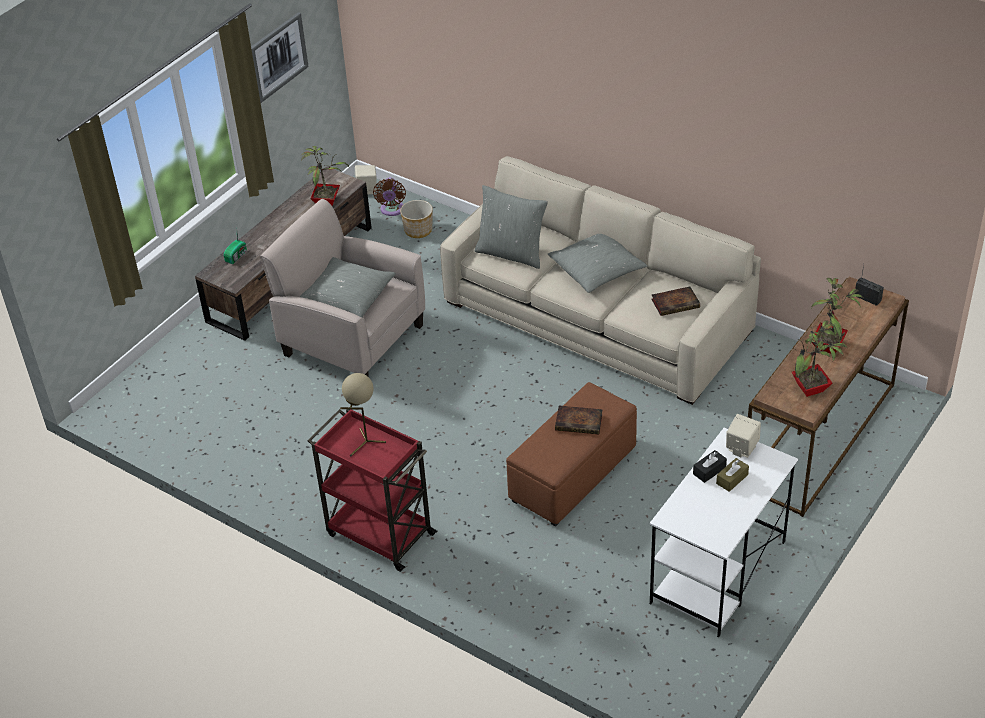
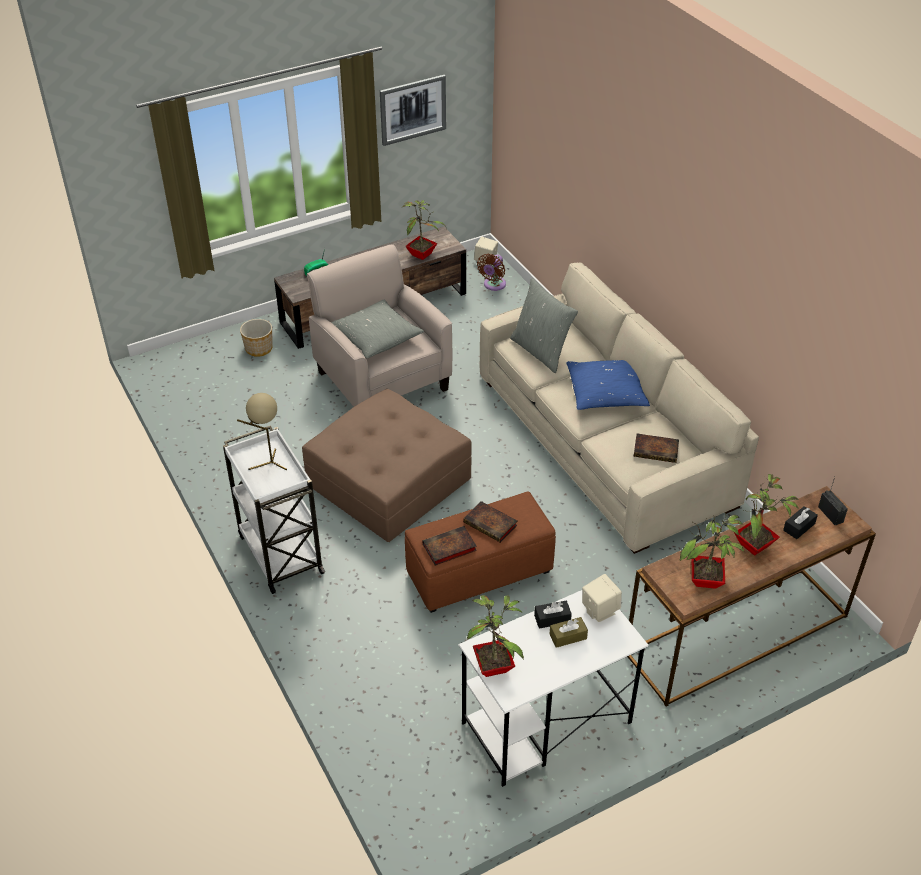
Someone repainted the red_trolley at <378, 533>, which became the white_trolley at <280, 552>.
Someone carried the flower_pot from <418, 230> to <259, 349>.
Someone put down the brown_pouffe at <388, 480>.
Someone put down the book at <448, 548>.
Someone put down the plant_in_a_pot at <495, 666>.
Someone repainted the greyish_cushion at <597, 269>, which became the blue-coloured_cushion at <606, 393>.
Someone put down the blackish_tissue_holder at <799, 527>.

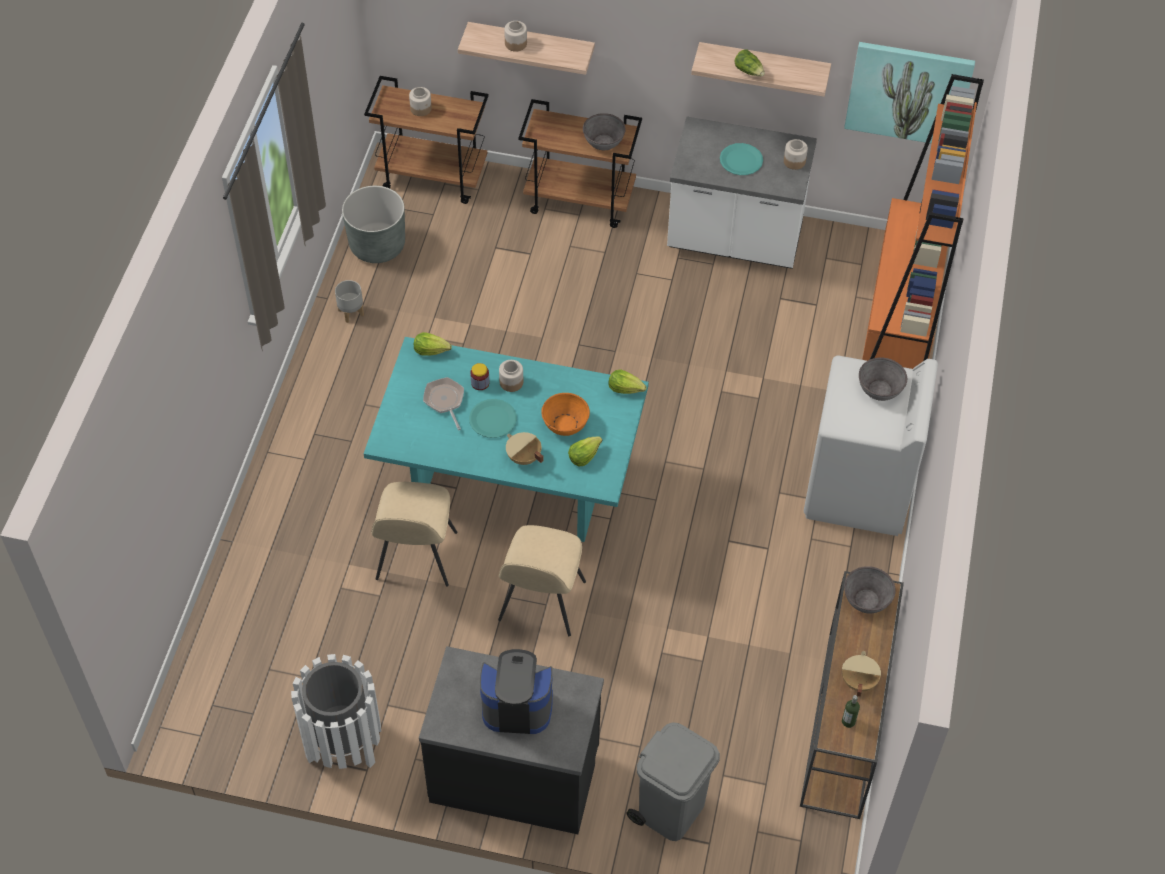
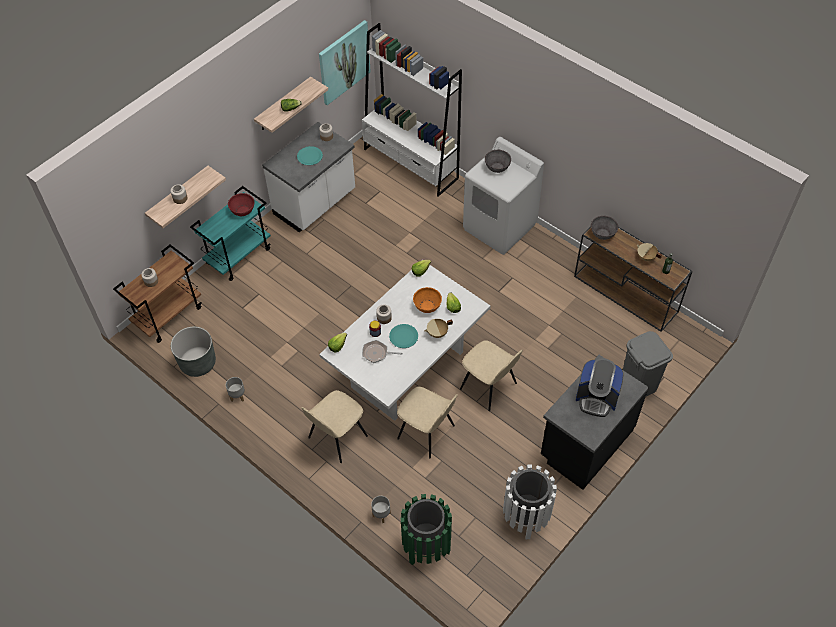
Someone repainted the brown_trolley at <580, 200>, which became the turquoise-coloured_trolley at <239, 256>.
Someone repainted the greyish_deep_dish at <603, 142>, which became the red_deep_dish at <242, 211>.
Someone put down the beige_plain_chair at <336, 438>.
Someone repainted the turquoise-coloured_kitchen_table at <509, 486>, which became the white_kitchen_table at <407, 370>.
Someone repainted the orange-coloured_bookshelf at <900, 319>, which became the white_bookshelf at <411, 164>.
Someone put down the greyish_flower_pot at <381, 515>.
Someone put down the greenish_rubbish_bin at <426, 546>.
Someone rotated the coffee_brewer at <517, 705> by 105 degrees counterclockwise.

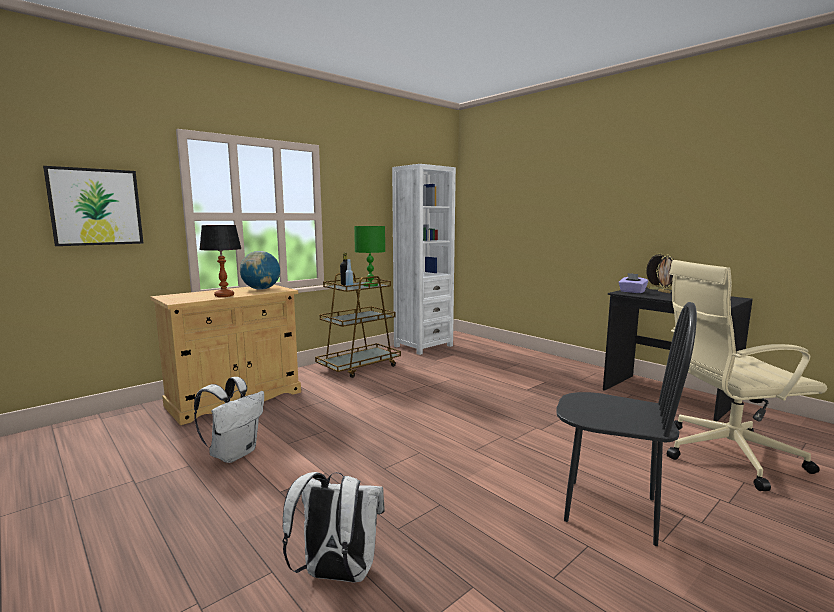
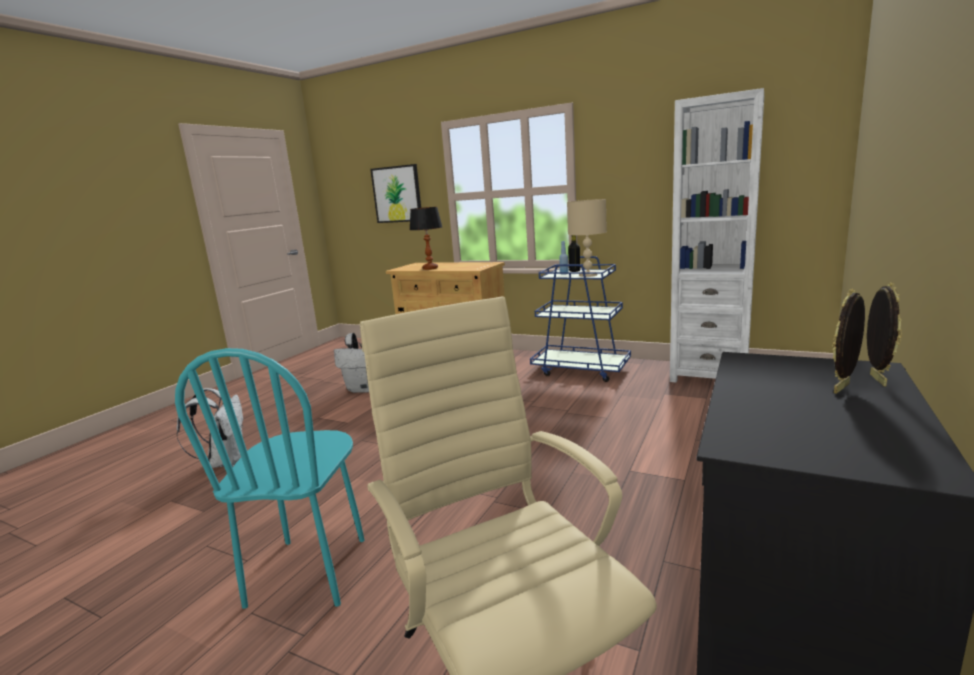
Someone repainted the blackish_plain_chair at <610, 510>, which became the turquoise-coloured_plain_chair at <309, 571>.
Someone repainted the brown_trolley at <359, 367>, which became the blue-coloured_trolley at <581, 370>.
Someone repainted the greenish_lamp_for_a_table at <371, 285>, which became the beige_lamp_for_a_table at <588, 275>.
Someone took away the globe at <261, 289>.
Someone took away the purplish_tissue_holder at <632, 292>.

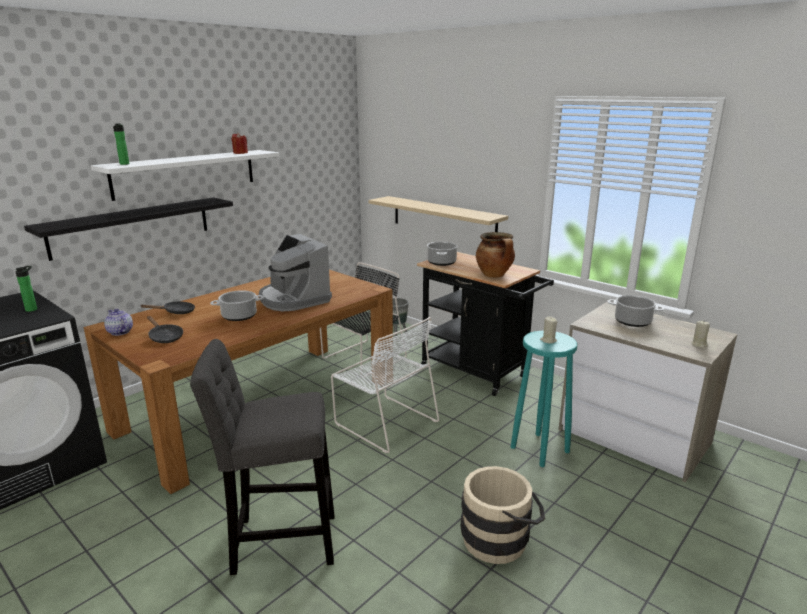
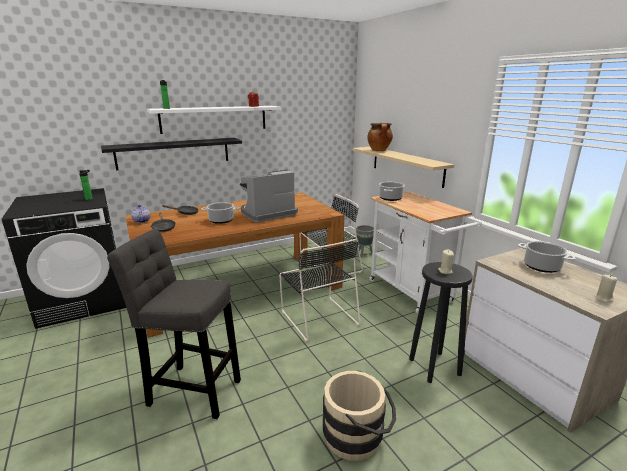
Someone rotated the coffee_brewer at <293, 299> by 75 degrees clockwise.
Someone repainted the white_plain_chair at <384, 421>, which became the blackish_plain_chair at <318, 316>.
Someone carried the stockpot from <495, 275> to <379, 150>.
Someone repainted the blackish_trolley at <478, 373>, which became the white_trolley at <414, 293>.
Someone repainted the turquoise-coloured_stool_seat at <539, 449>, which became the blackish_stool_seat at <434, 367>.

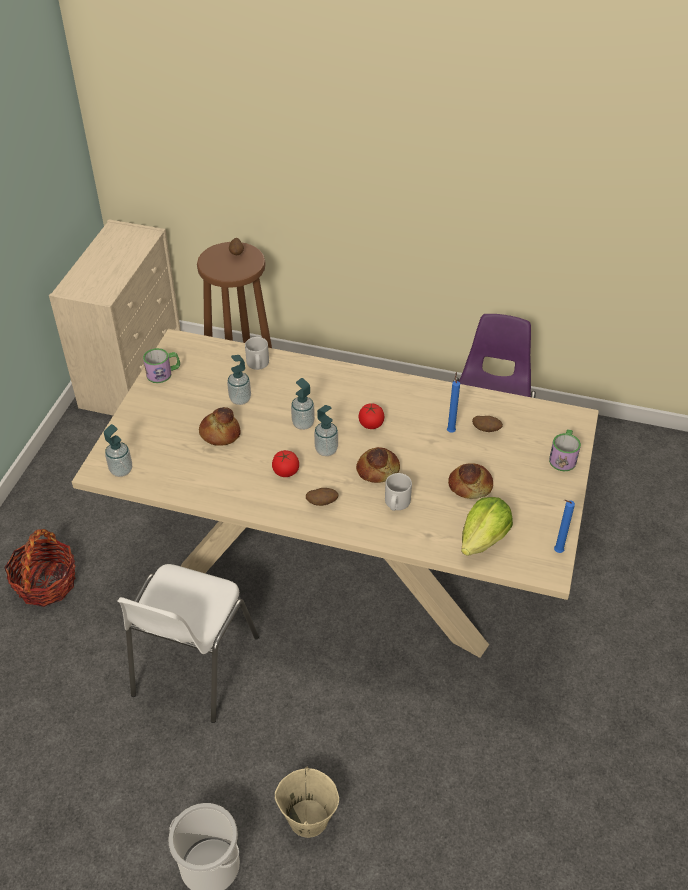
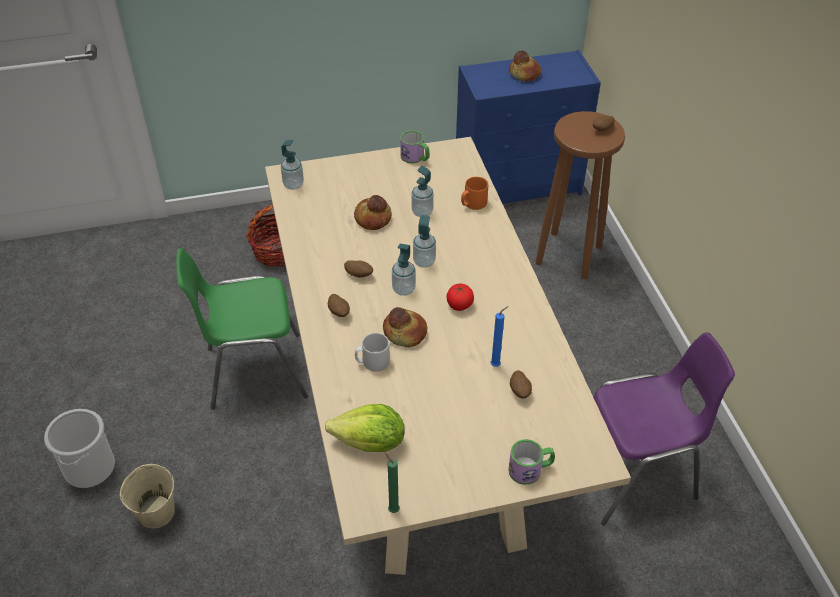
Someone repainted the white_plain_chair at <192, 668>, which became the greenish_plain_chair at <253, 371>.
Someone swapped the fresh_tomato at <286, 471> for the spud at <359, 275>.
Someone repainted the blue-coloured_wax_light at <556, 552>, which became the greenish_wax_light at <392, 509>.
Someone repainted the beige_dresser at <132, 372>, which became the blue-coloured_dresser at <519, 186>.
Someone repainted the greyish_coffee_mug at <258, 364>, which became the orange-coloured_coffee_mug at <473, 204>.
Someone carried the baked_bread from <470, 485> to <524, 73>.

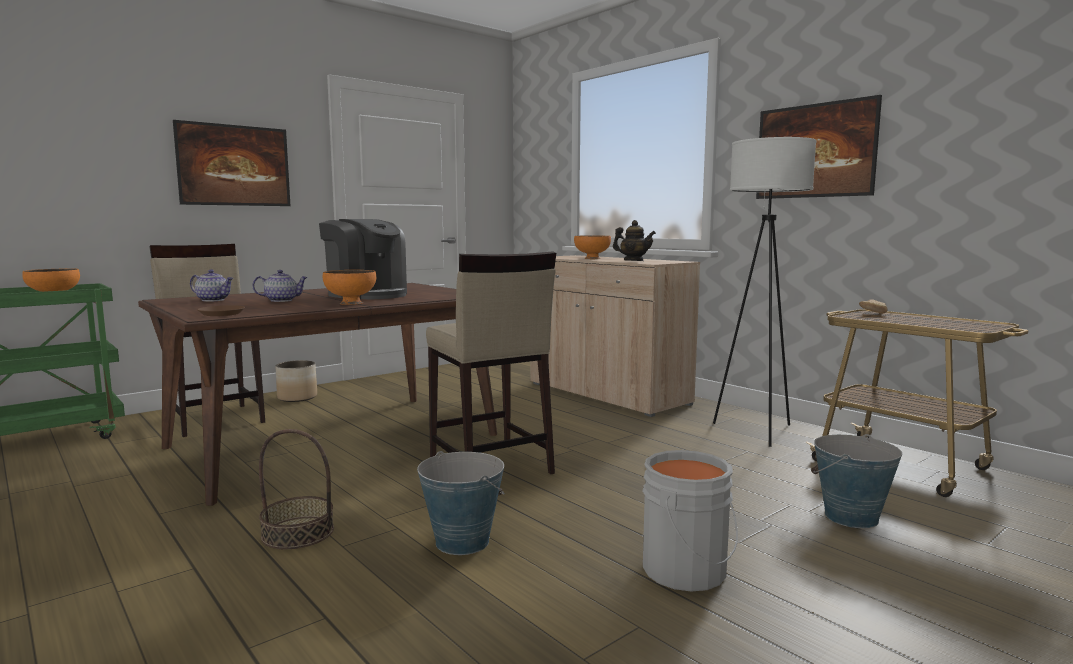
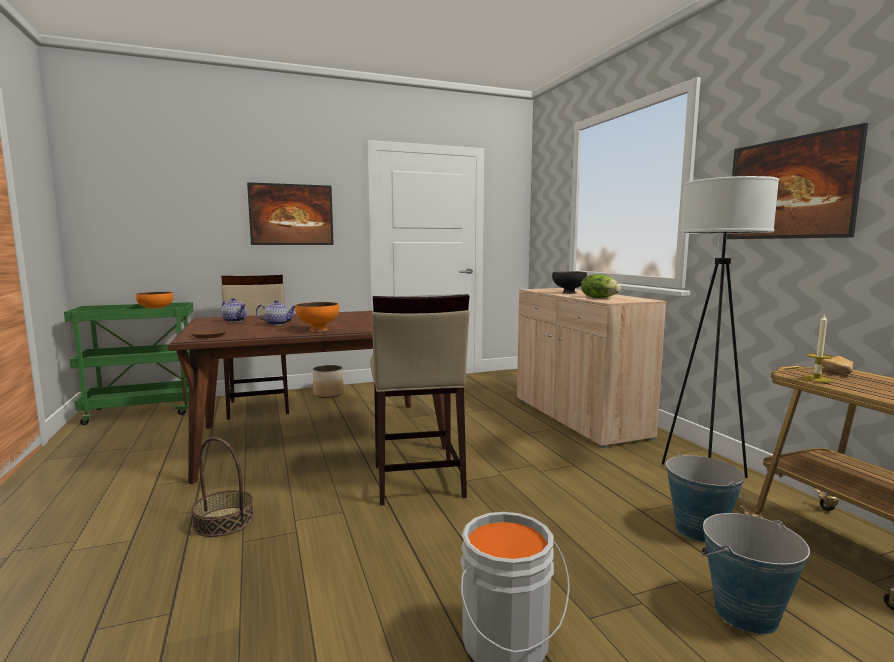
Someone repainted the orange-coloured_deep_dish at <592, 258>, which became the blackish_deep_dish at <568, 293>.
Someone swapped the pot_for_tea at <633, 261> for the lettuce at <599, 298>.
Someone carried the pail from <462, 541> to <698, 530>.
Someone put down the wax_light at <816, 379>.
Someone took away the coffee_brewer at <367, 295>.

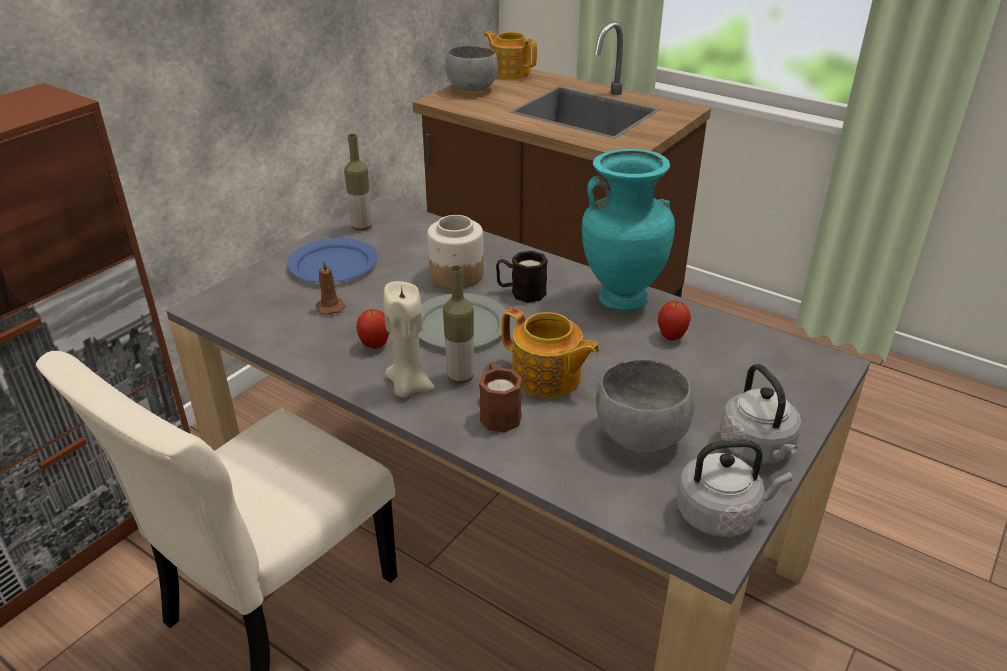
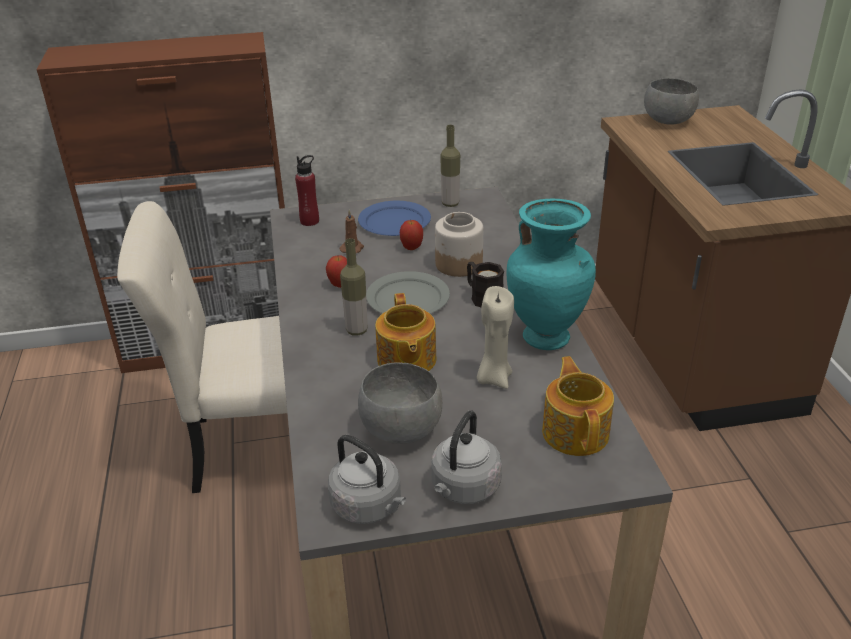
Someone put down the red_bottle at <309, 221>.
Someone carried the apple_fruit from <671, 337> to <411, 248>.
Someone carried the beige_wax_light from <408, 387> to <493, 378>.
Someone carried the pot_for_tea from <510, 72> to <576, 432>.
Someone took away the brown_coffee_mug at <498, 412>.

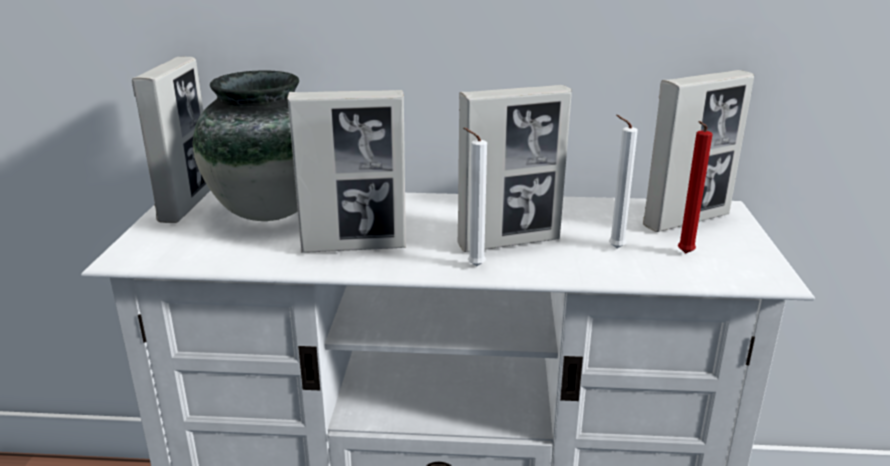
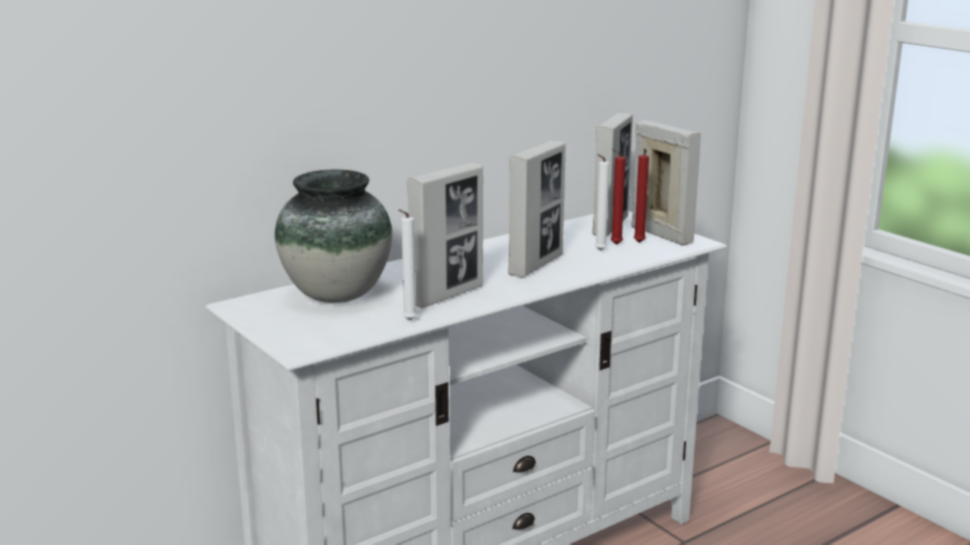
Someone carried the white_wax_light from <473, 266> to <408, 321>.
Someone put down the red_wax_light at <614, 245>.
Someone carried the picture_frame from <187, 204> to <661, 235>.

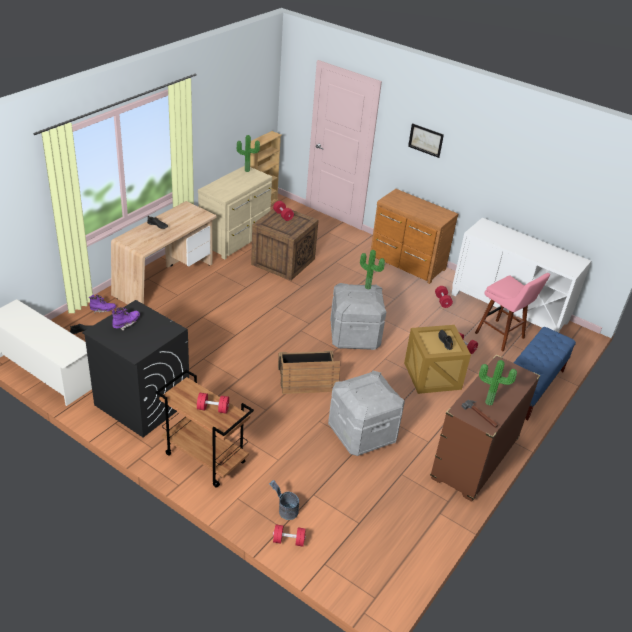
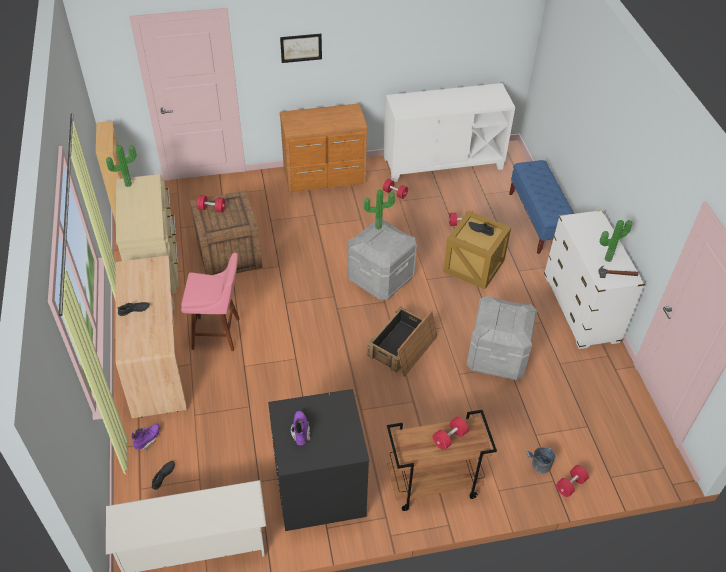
Someone carried the pinkish_stool_seat from <501, 336> to <219, 334>.
Someone repainted the brown_dresser at <474, 459>, which became the white_dresser at <580, 309>.

